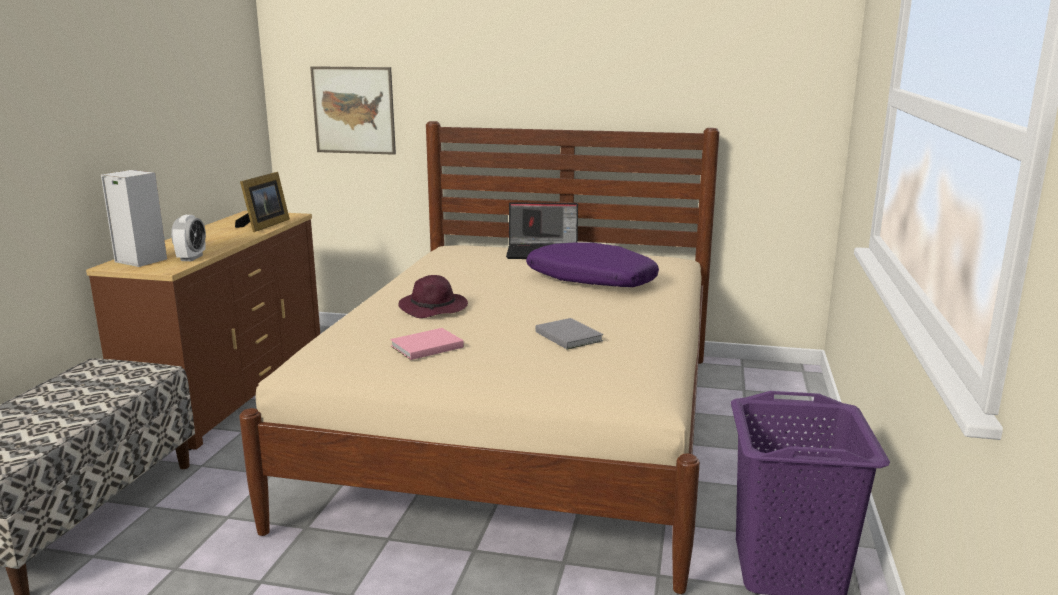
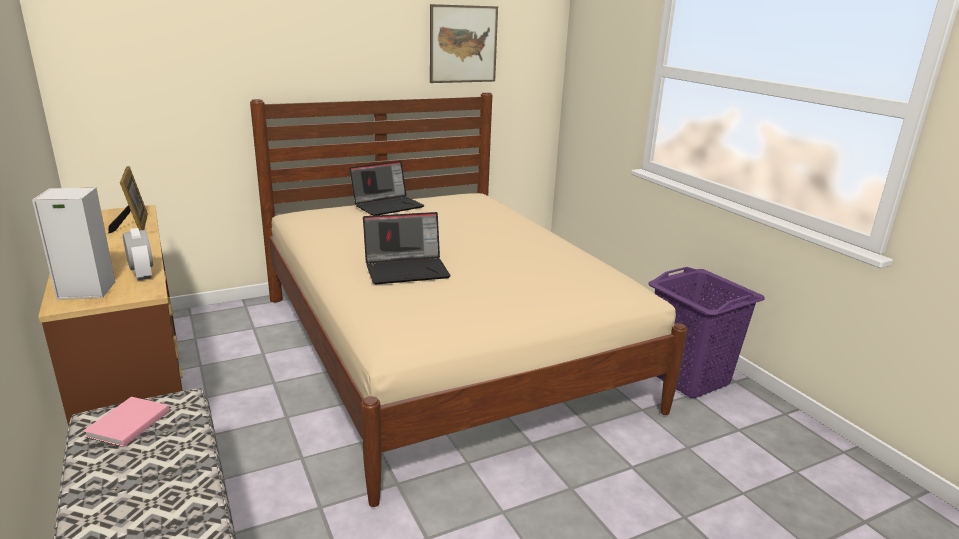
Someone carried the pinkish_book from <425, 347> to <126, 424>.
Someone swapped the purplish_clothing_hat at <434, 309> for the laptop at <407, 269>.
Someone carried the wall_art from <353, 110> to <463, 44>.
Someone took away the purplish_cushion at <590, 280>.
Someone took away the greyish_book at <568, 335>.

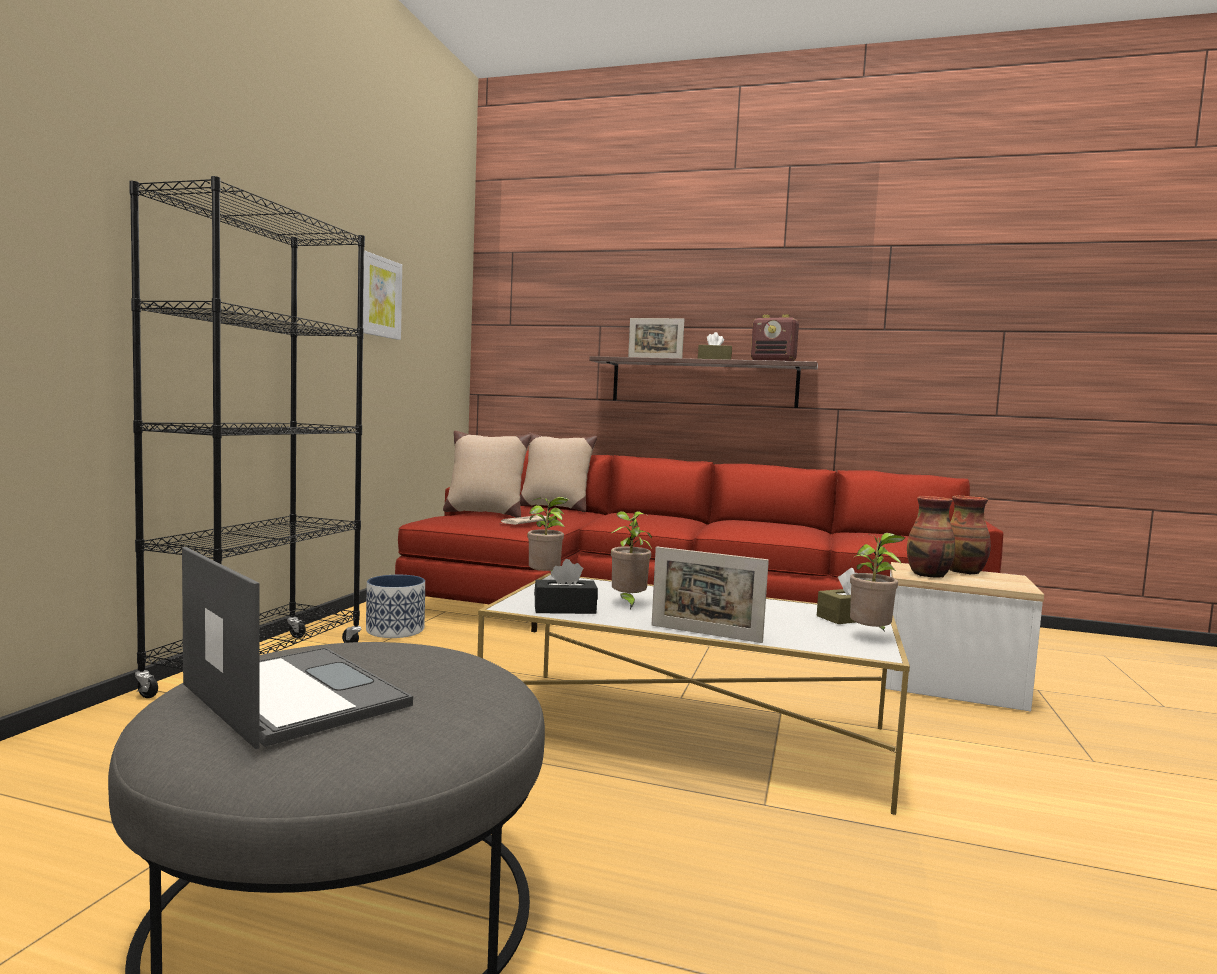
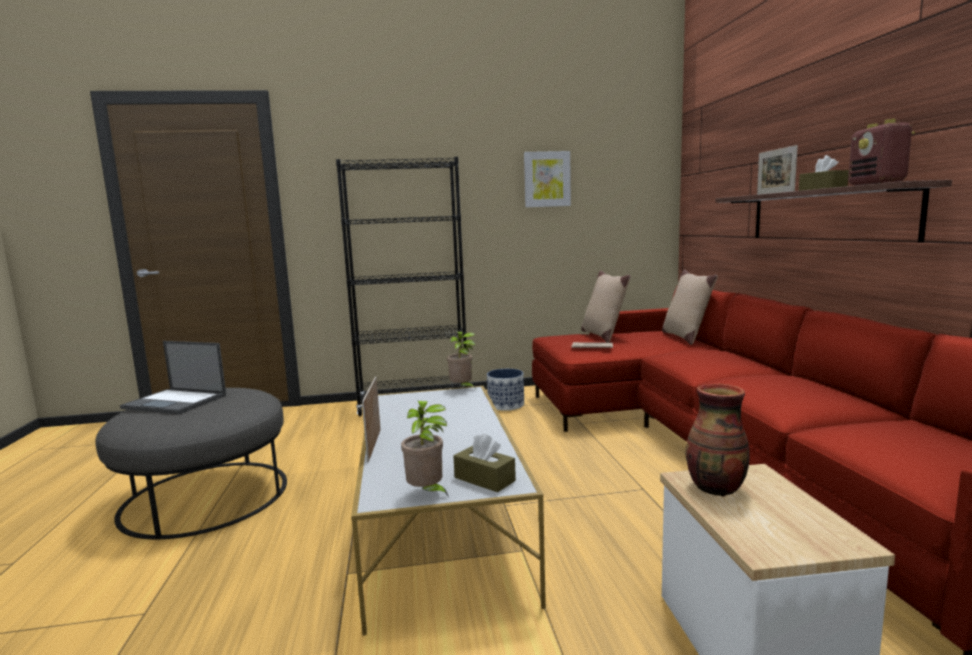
Someone rotated the laptop at <292, 695> by 90 degrees clockwise.
Someone took away the blackish_tissue_holder at <565, 609>.
Someone took away the plant_in_a_pot at <628, 603>.
Someone took away the decorative_vase at <964, 572>.

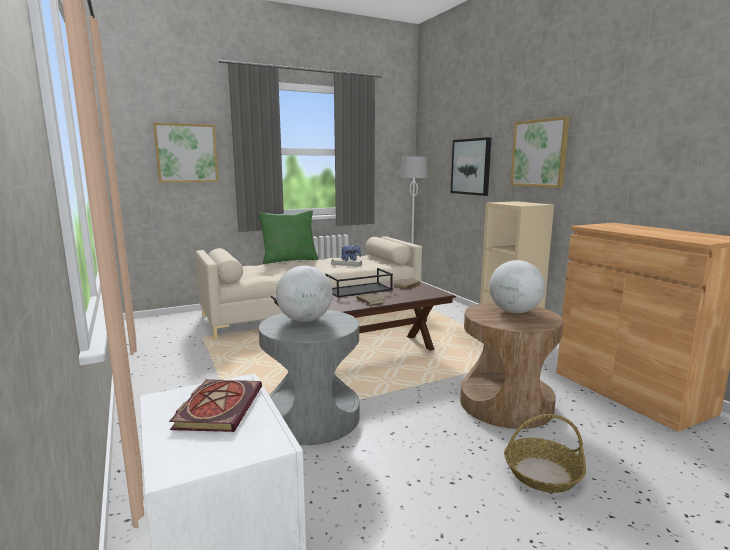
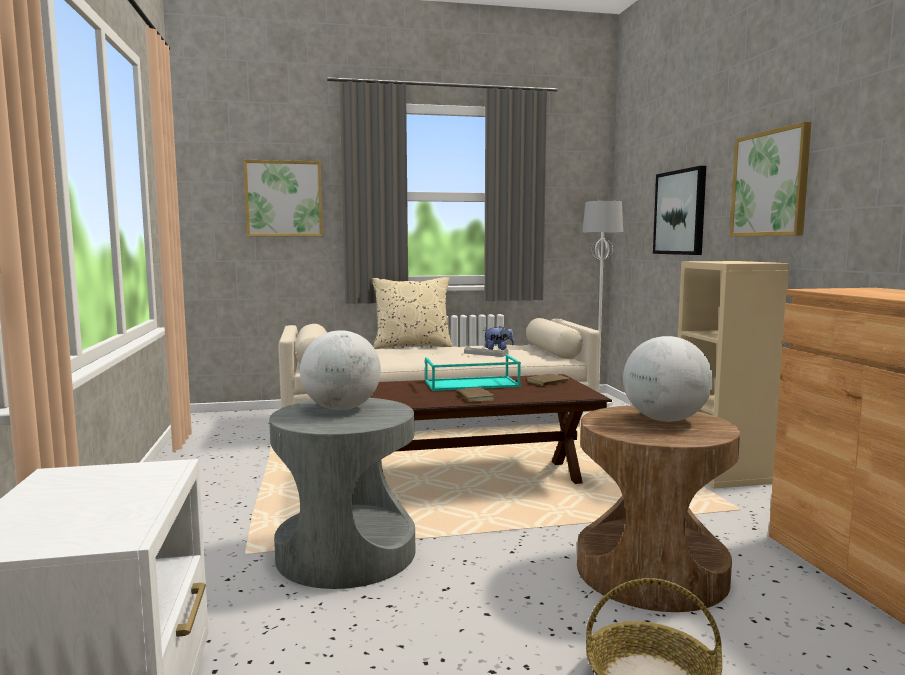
Someone repainted the greenish_cushion at <289, 260>, which became the beige_cushion at <412, 346>.
Someone repainted the blackish_serving_tray at <358, 290>, which became the turquoise-coloured_serving_tray at <471, 384>.
Someone took away the book at <218, 407>.

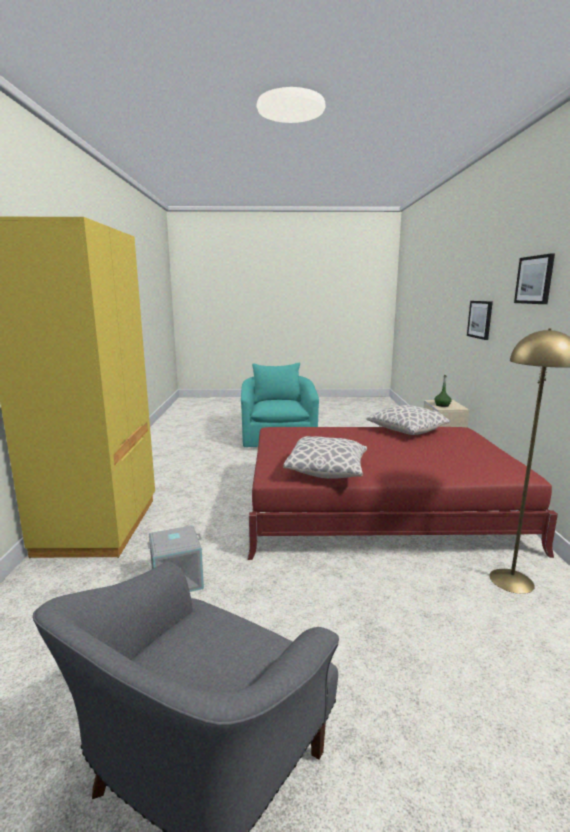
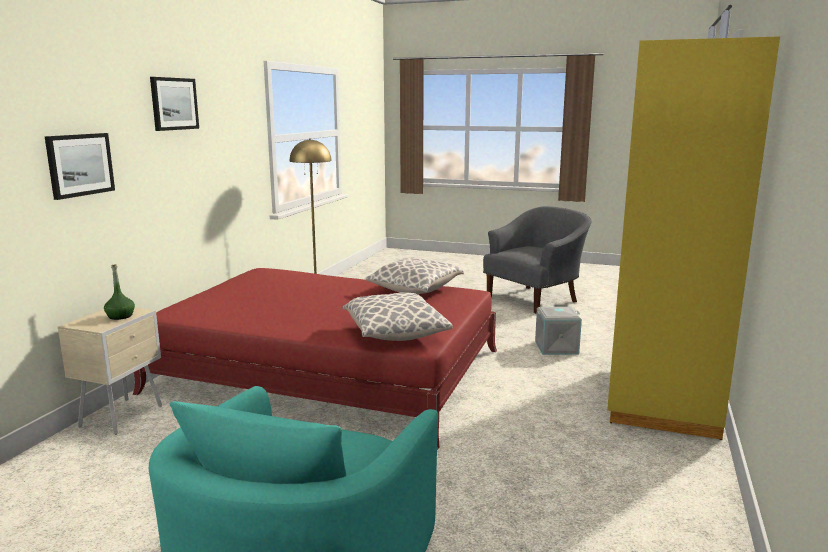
Someone carried the cushion from <406, 431> to <395, 334>.

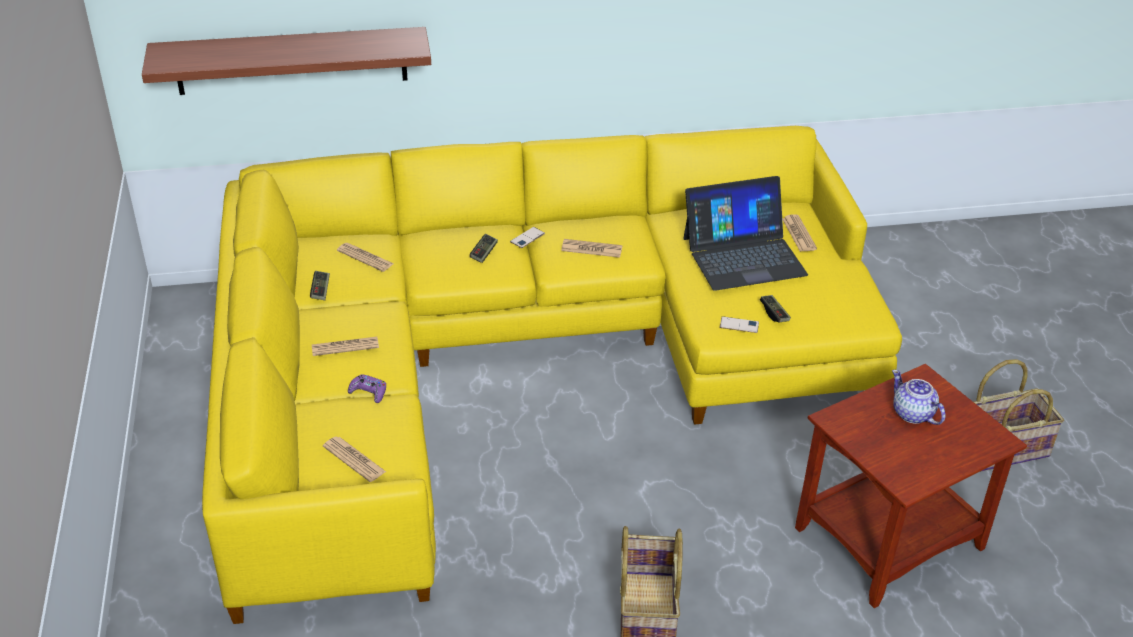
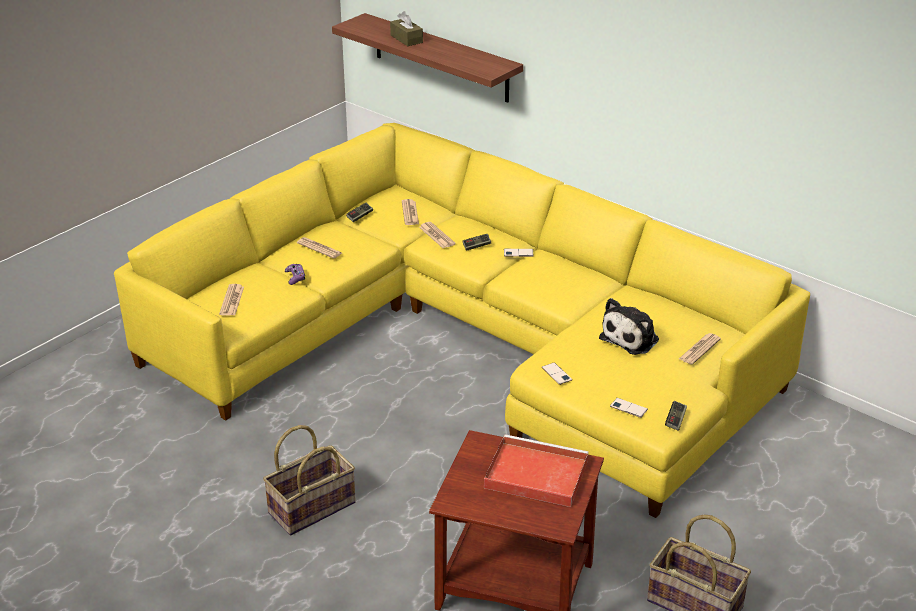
Someone put down the brown_tissue_holder at <406, 39>.
Someone carried the daily_paper from <591, 249> to <437, 236>.
Someone swapped the pot_for_tea at <913, 414> for the red_serving_tray at <534, 474>.
Someone swapped the laptop at <743, 256> for the soft_toy at <632, 338>.
Someone put down the telephone at <628, 408>.
Someone carried the gamepad from <774, 313> to <675, 420>.

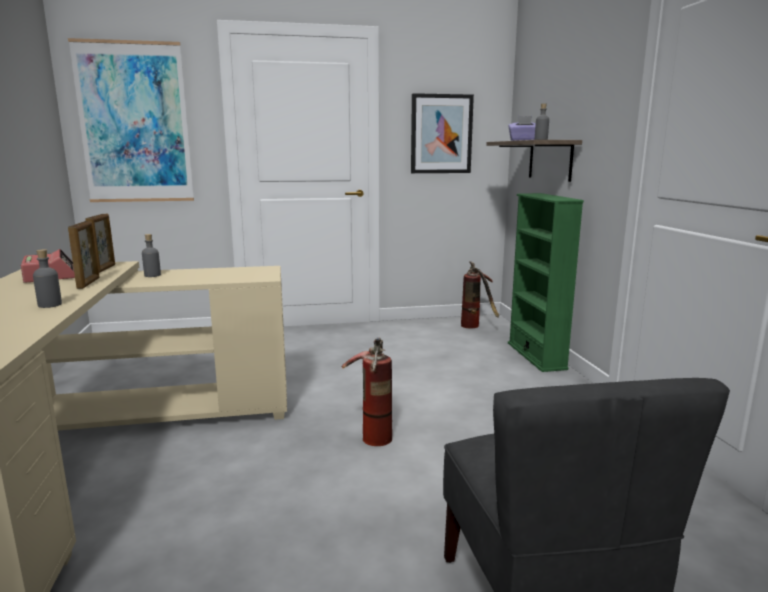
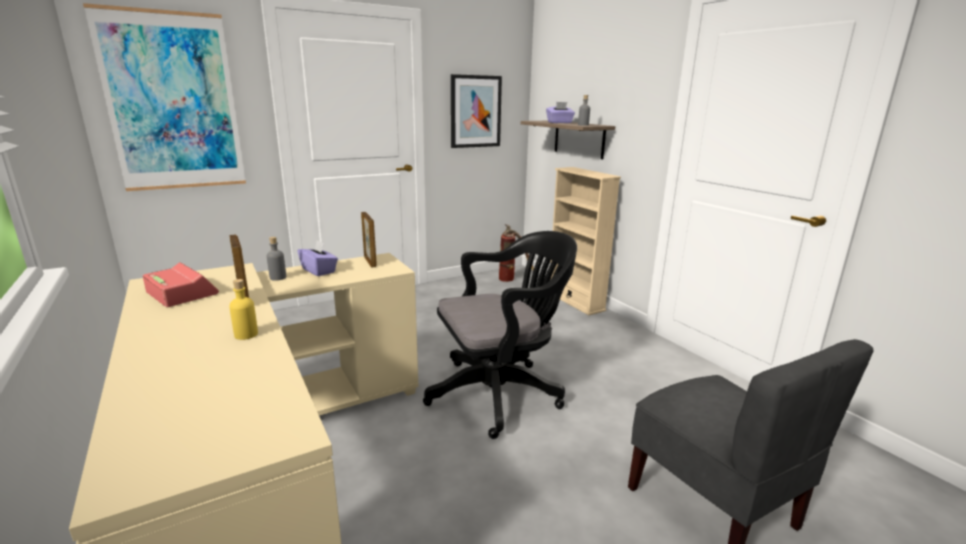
Someone repainted the greyish_bottle at <50, 305>, which became the yellow_bottle at <246, 334>.
Someone put down the purplish_tissue_holder at <319, 270>.
Someone carried the picture_frame from <104, 269> to <370, 261>.
Someone swapped the fire-fighting_cylinder at <373, 433> for the blackish_office_chair at <500, 393>.
Someone repainted the greenish_bookshelf at <536, 356>, which became the beige_bookshelf at <575, 301>.

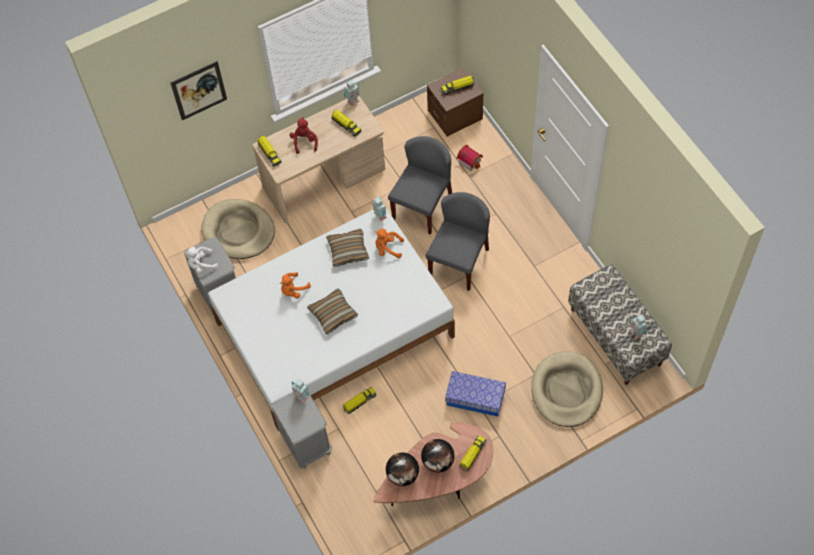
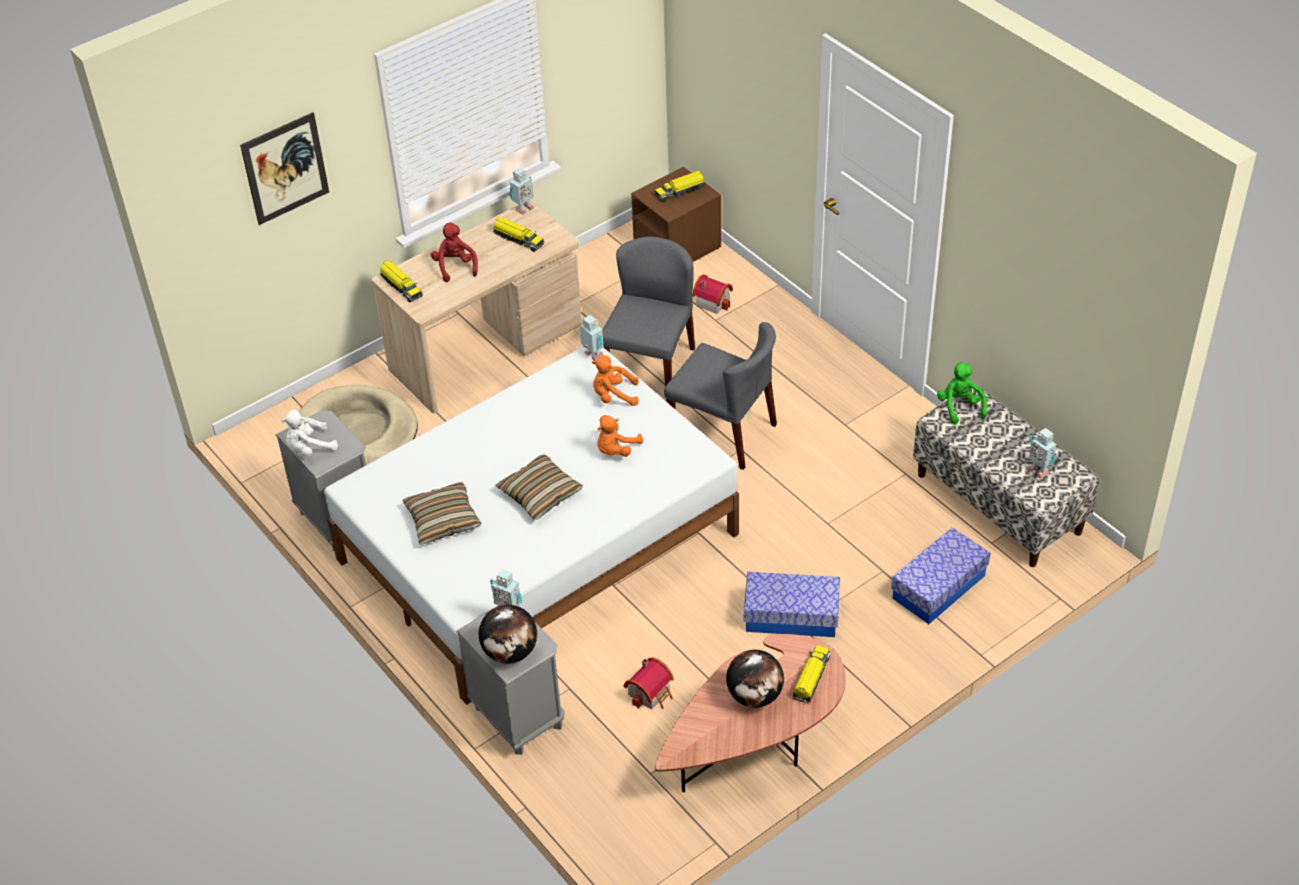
Someone carried the cushion from <348, 251> to <443, 520>.
Someone carried the globe from <403, 475> to <510, 652>.
Someone carried the orange-coloured_soft_toy from <293, 290> to <616, 450>.
Someone put down the miniature_house at <651, 693>.
Someone rotated the greyish_plain_chair at <459, 262> by 105 degrees clockwise.
Someone swapped the beige_pet_bed at <566, 391> for the storage_bin at <938, 587>.
Someone put down the greenish_soft_toy at <960, 407>.
Someone took away the toy_lorry at <359, 402>.

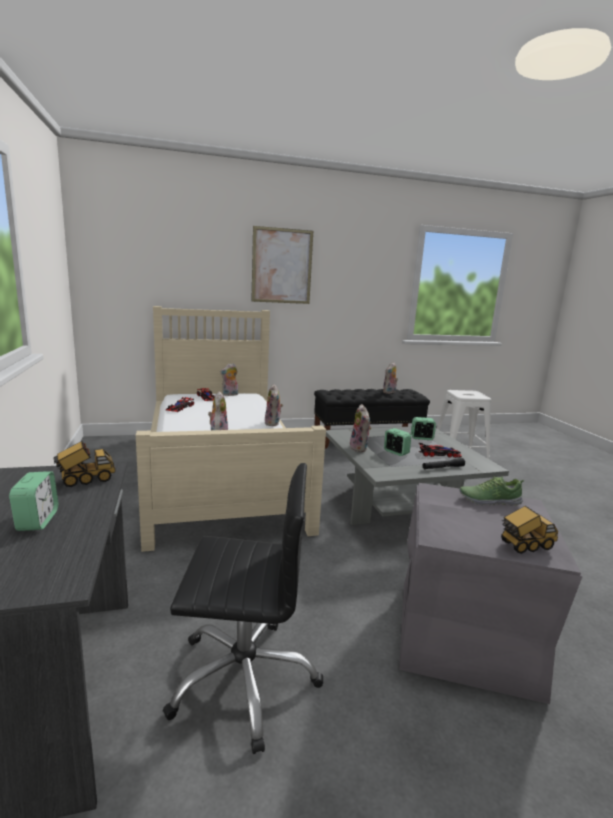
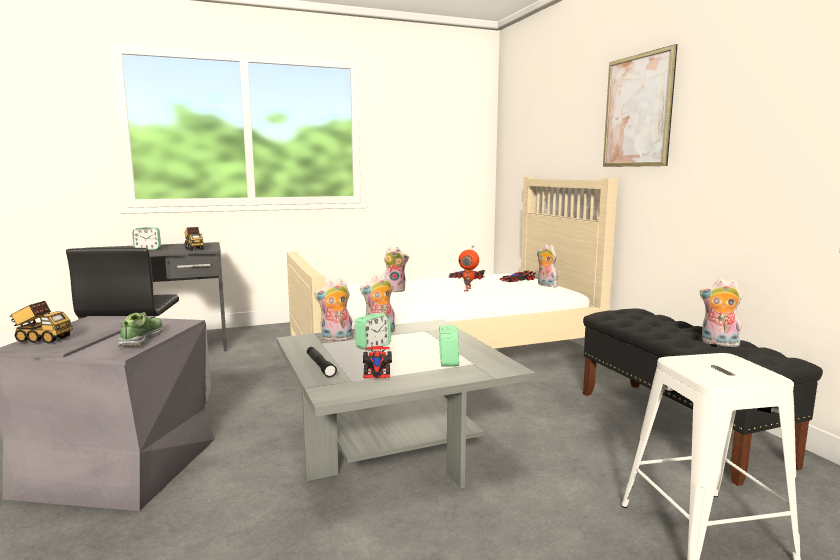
Someone rotated the toy_lorry at <525, 545> by 60 degrees counterclockwise.
Someone carried the soft_toy from <273, 423> to <336, 339>.
Someone put down the robot_figure at <468, 289>.

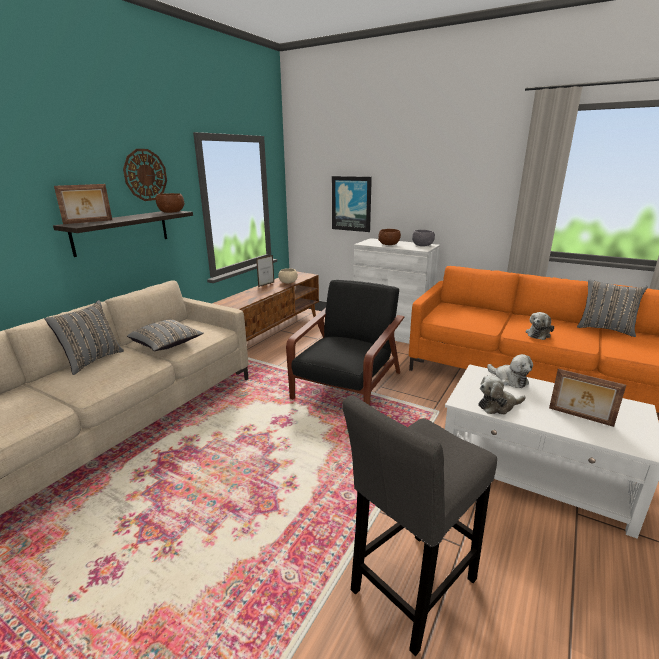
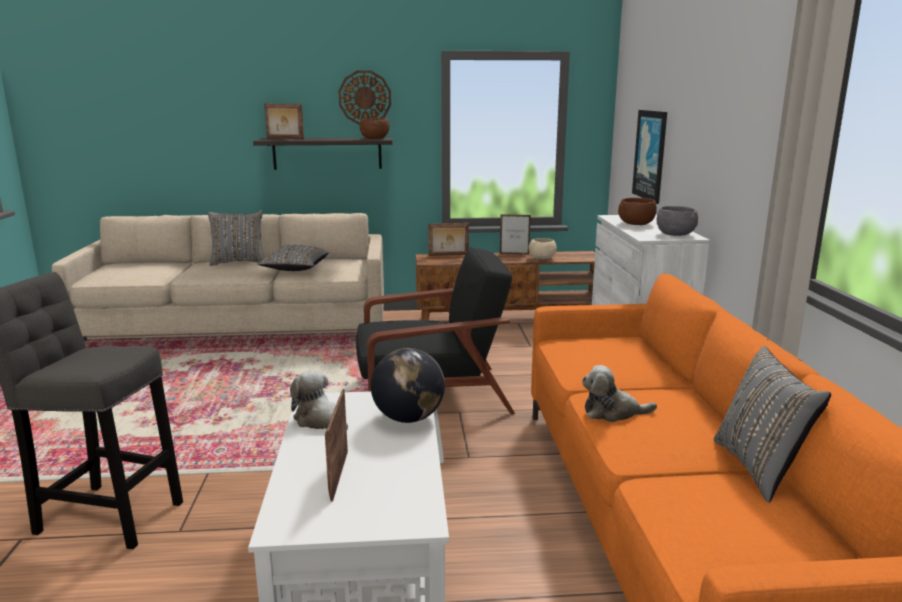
Someone swapped the soft_toy at <509, 380> for the globe at <408, 418>.
Someone put down the picture_frame at <448, 255>.

